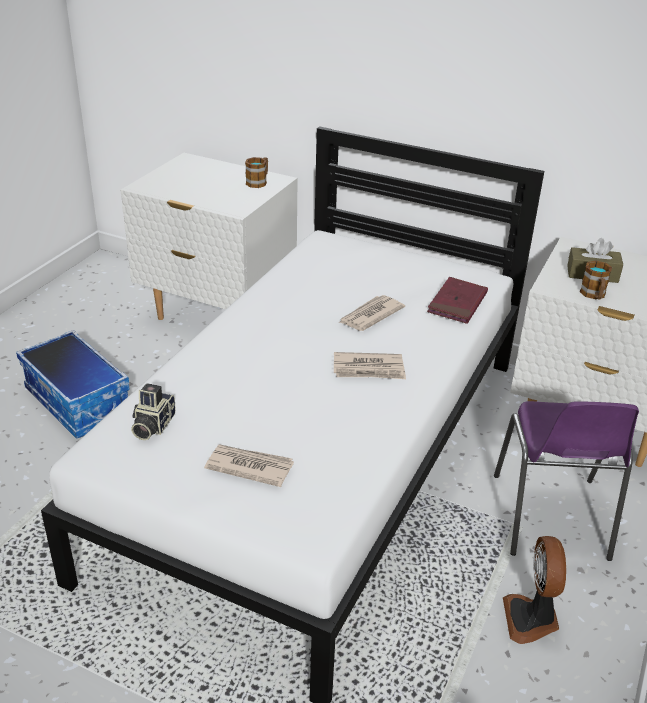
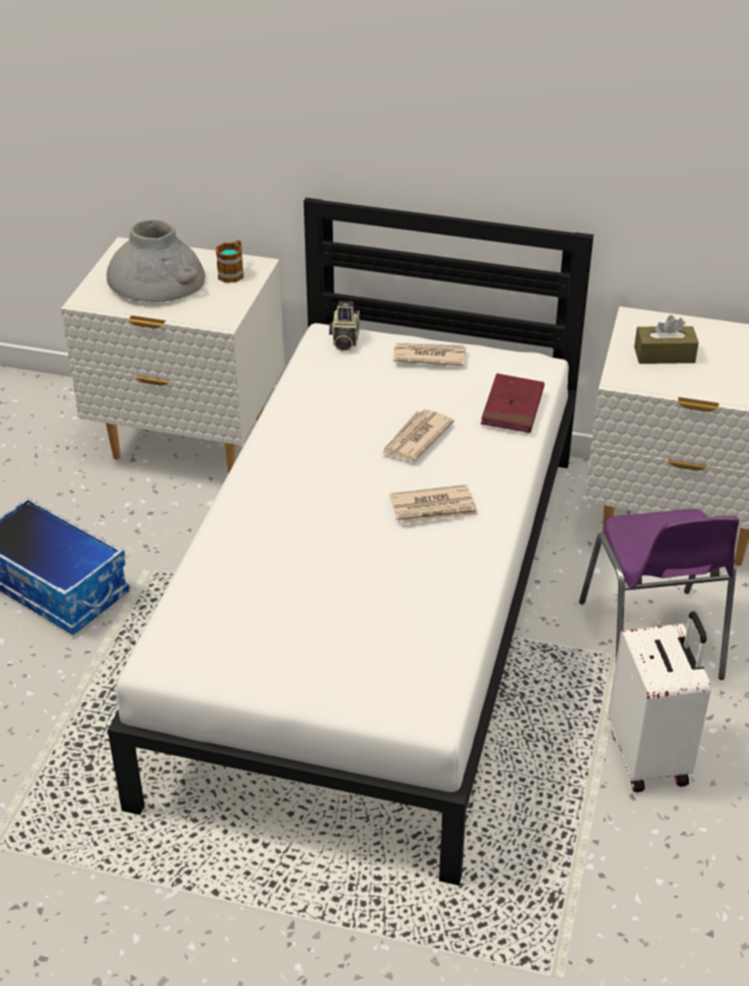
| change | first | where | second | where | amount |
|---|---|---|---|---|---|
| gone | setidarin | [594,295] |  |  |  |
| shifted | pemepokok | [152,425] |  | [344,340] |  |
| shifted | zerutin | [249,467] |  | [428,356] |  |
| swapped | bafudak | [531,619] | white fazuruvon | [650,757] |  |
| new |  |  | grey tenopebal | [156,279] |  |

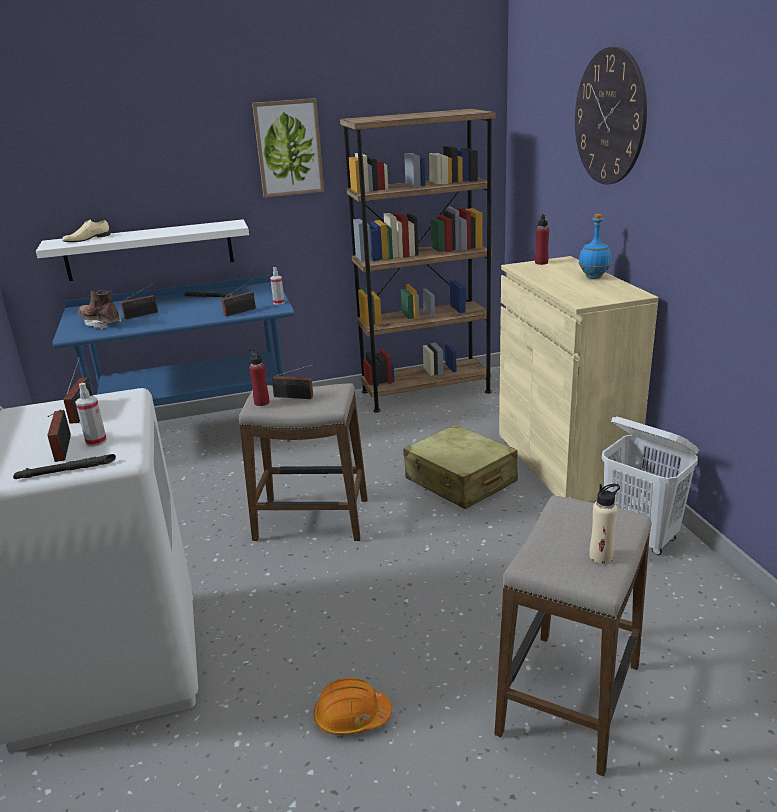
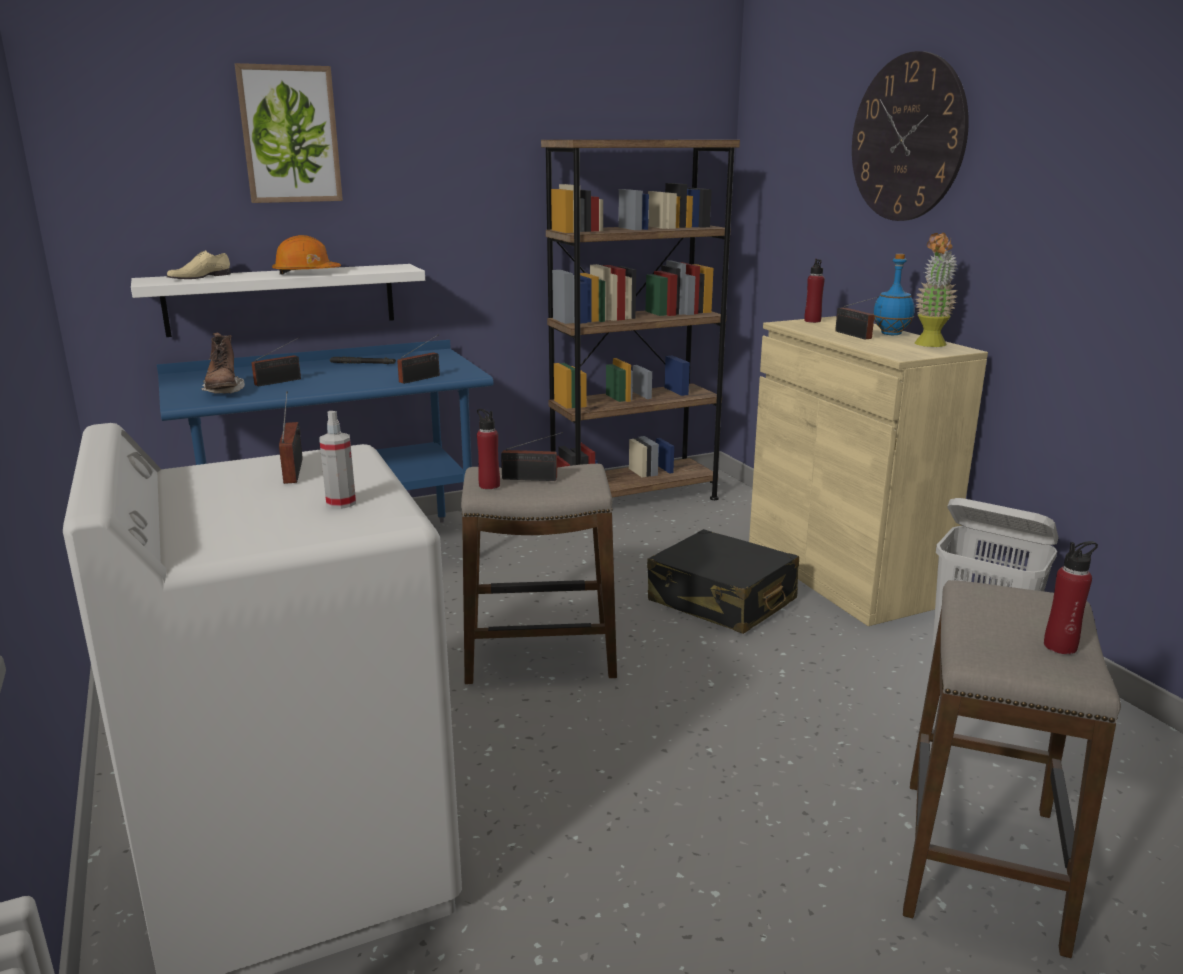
| change | first | where | second | where | amount |
|---|---|---|---|---|---|
| shifted | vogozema | [288,148] |  | [290,135] |  |
| gone | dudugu | [279,302] |  |  |  |
| rotated | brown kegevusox | [101,324] |  | [223,391] | 135 degrees counterclockwise |
| shifted | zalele | [62,450] |  | [854,335] |  |
| repainted | beige fazuruvon | [460,481] | black fazuruvon | [721,601] |  |
| gone | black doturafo | [66,470] |  |  |  |
| repainted | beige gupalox | [601,556] | red gupalox | [1060,646] |  |
| shifted | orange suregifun | [351,717] |  | [306,273] |  |
| new |  |  | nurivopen | [929,345] |  |

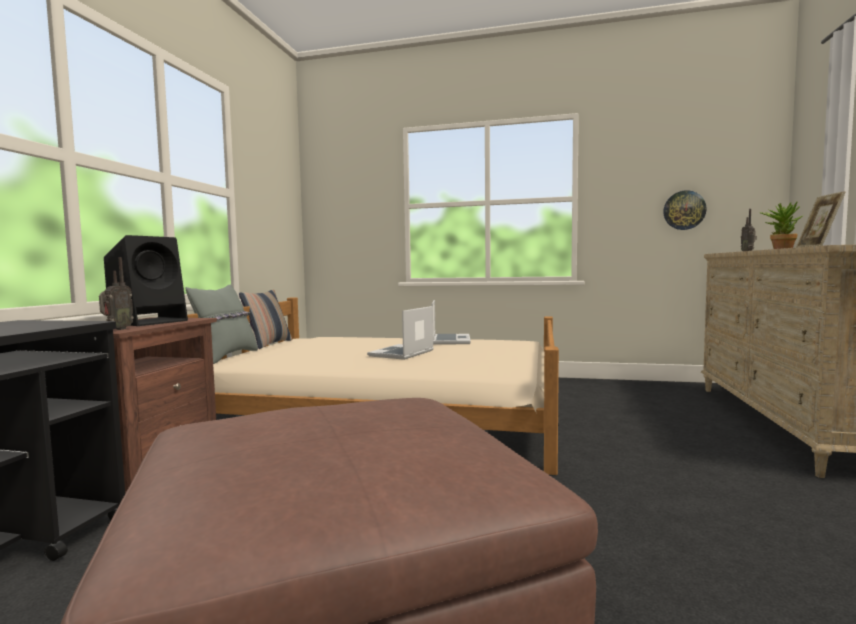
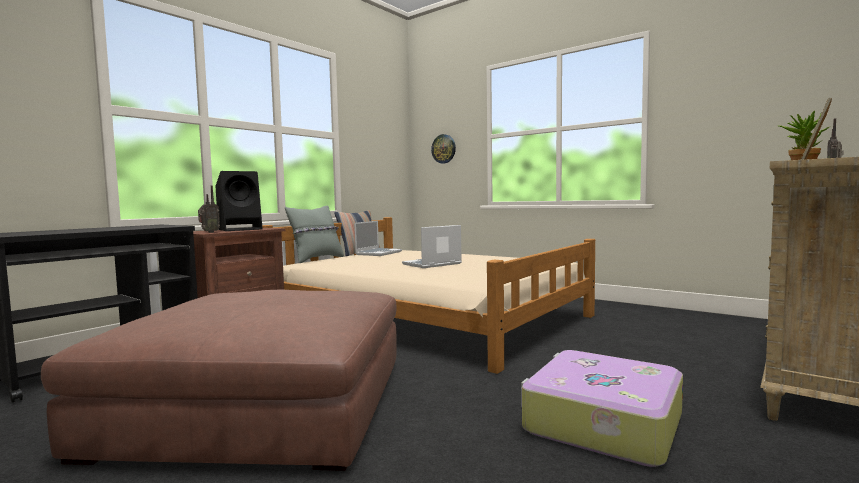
| change | first | where | second | where | amount |
|---|---|---|---|---|---|
| shifted | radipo | [684,210] |  | [443,149] |  |
| shifted | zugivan | [450,340] |  | [378,253] |  |
| new |  |  | fazuruvon | [600,423] |  |

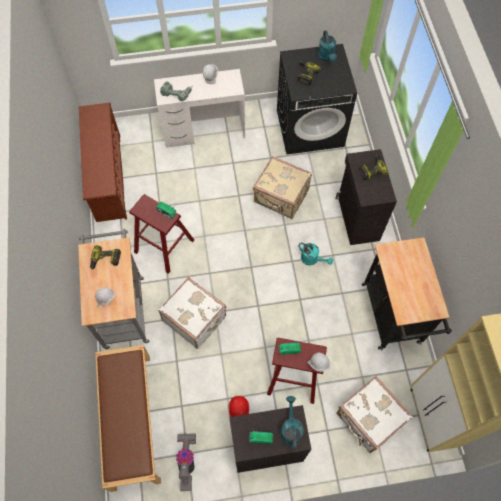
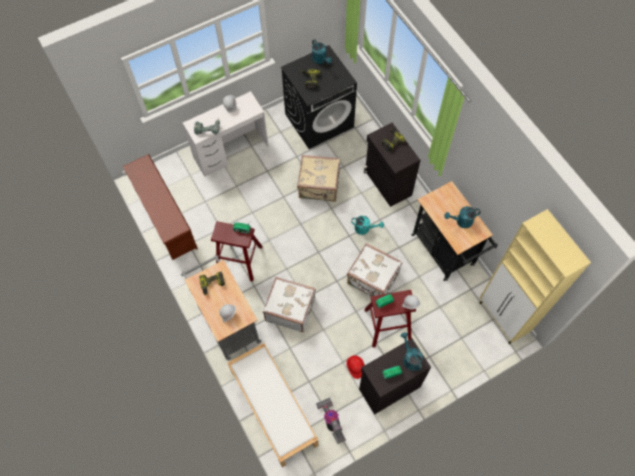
| change | first | where | second | where | amount |
|---|---|---|---|---|---|
| repainted | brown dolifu | [130,420] | white dolifu | [273,407] |  |
| shifted | white fazuruvon | [368,419] |  | [372,279] |  |
| new |  |  | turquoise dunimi | [461,221] |  |

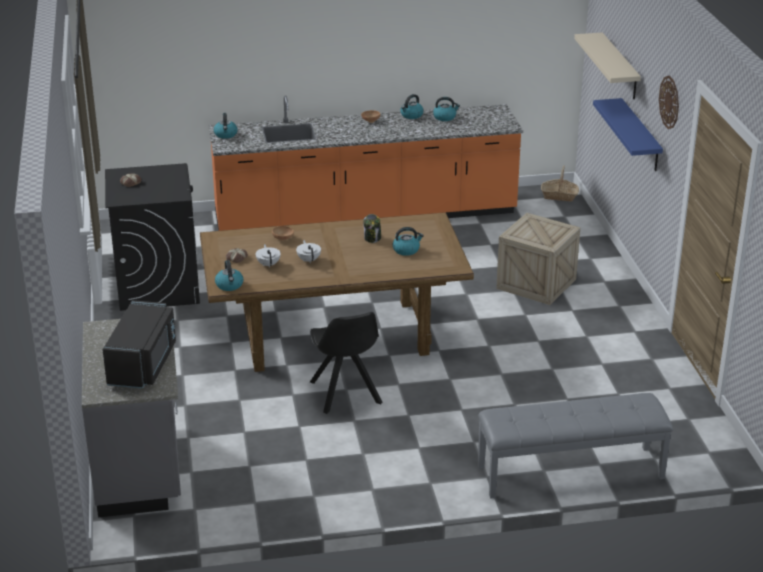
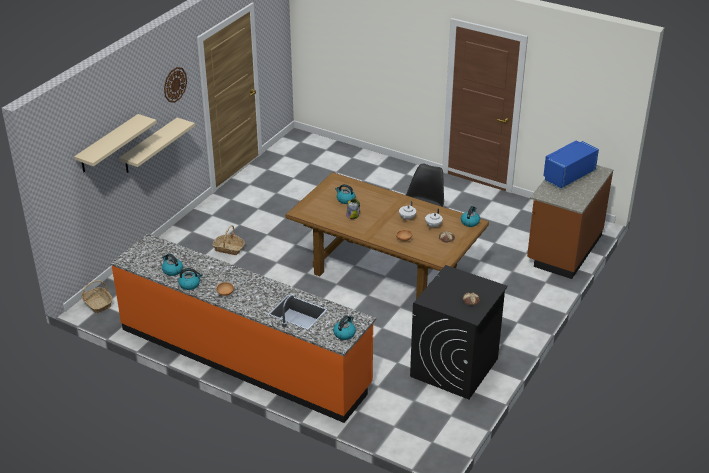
| change | first | where | second | where | amount |
|---|---|---|---|---|---|
| repainted | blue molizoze | [640,135] | beige molizoze | [149,146] |  |
| swapped | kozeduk | [536,284] | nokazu | [229,249] |  |
| repainted | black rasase | [144,364] | blue rasase | [567,175] |  |
| repainted | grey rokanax | [140,467] | brown rokanax | [563,249] |  |
| gone | grey dolifu | [570,472] |  |  |  |

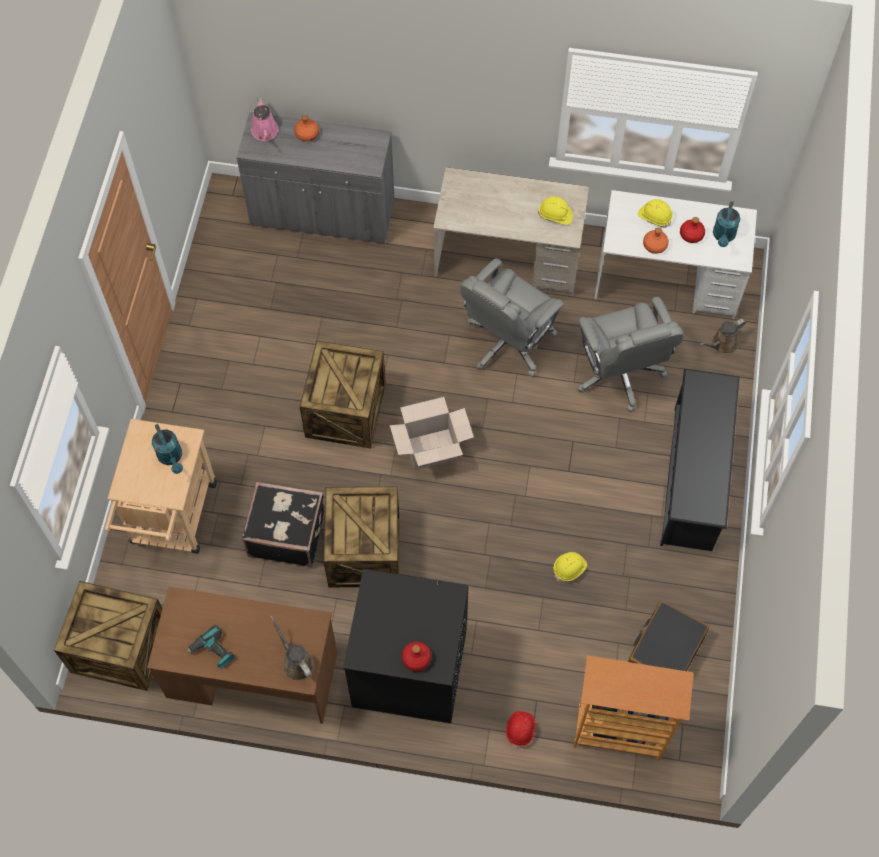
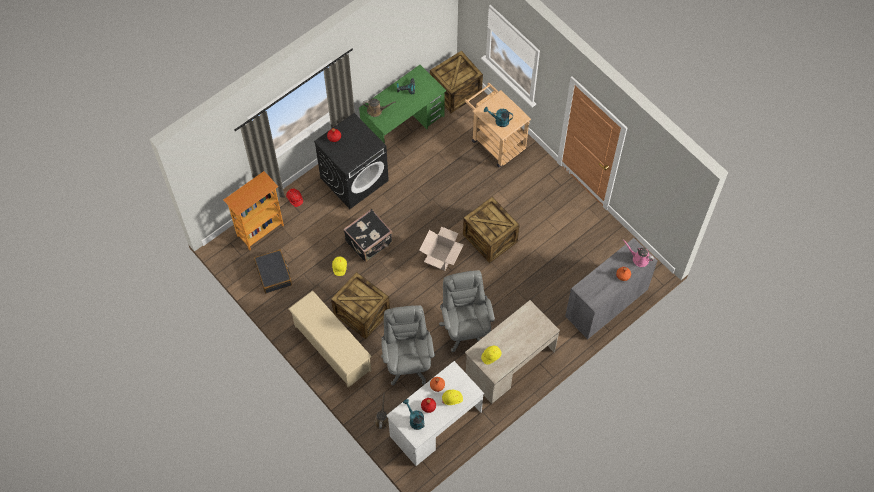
| change | first | where | second | where | amount |
|---|---|---|---|---|---|
| rotated | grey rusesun | [619,374] |  | [408,361] | 60 degrees clockwise |
| repainted | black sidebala | [693,478] | beige sidebala | [332,348] |  |
| shifted | black fazuruvon | [286,532] |  | [369,242] |  |
| shifted | kozeduk | [363,550] |  | [362,313] |  |
| repainted | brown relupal | [252,674] | green relupal | [403,126] |  |

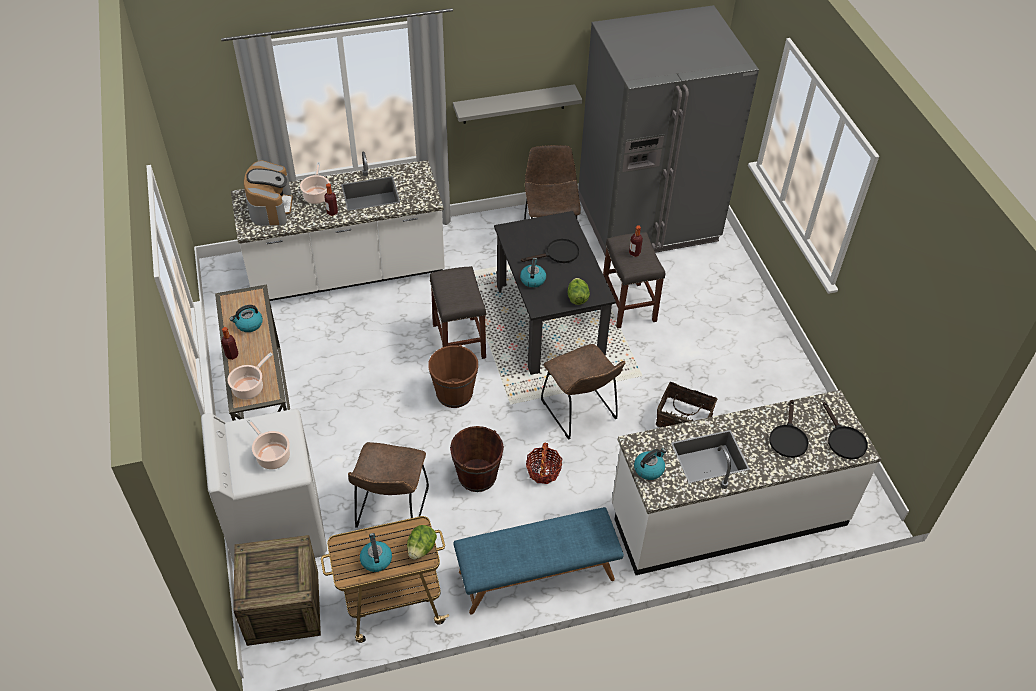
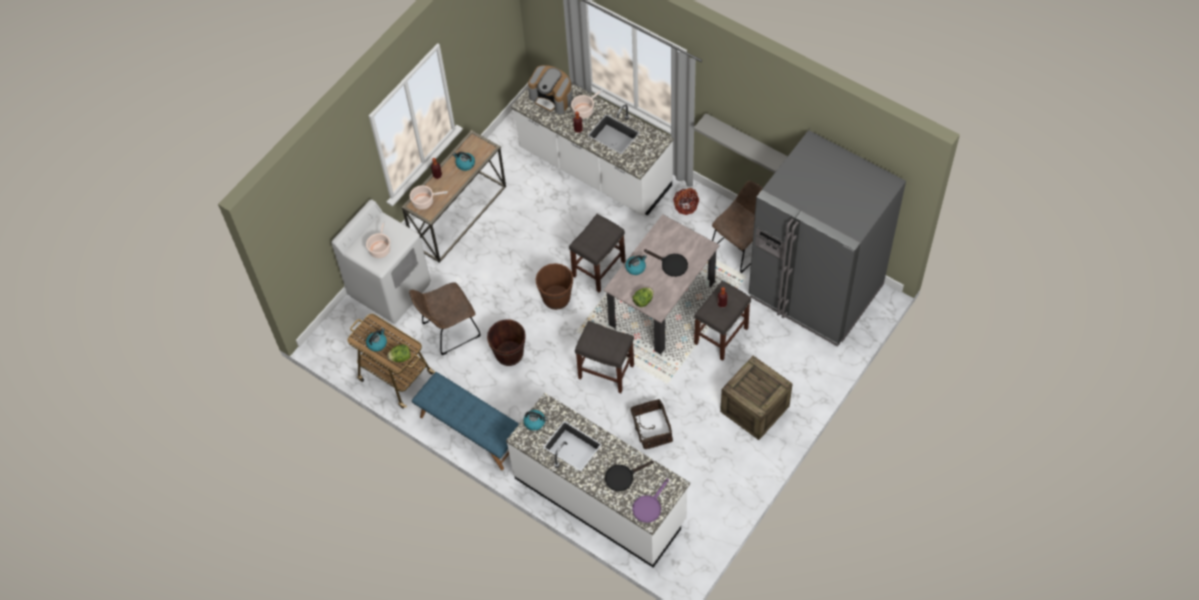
| change | first | where | second | where | amount |
|---|---|---|---|---|---|
| rotated | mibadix | [270,206] |  | [552,98] | 75 degrees clockwise |
| repainted | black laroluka | [549,322] | beige laroluka | [662,303] |  |
| swapped | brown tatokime | [580,412] | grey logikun | [605,371] |  |
| repainted | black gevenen | [843,440] | purple gevenen | [649,506] |  |
| shifted | nokazu | [543,471] |  | [686,206] |  |
| shifted | kozeduk | [283,607] |  | [754,409] |  |

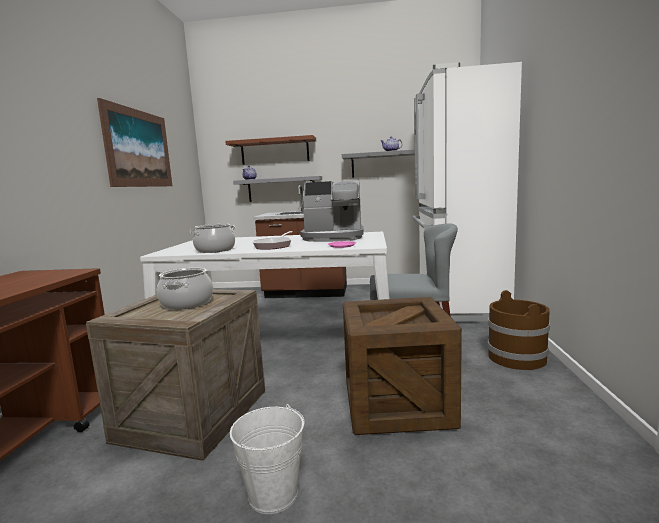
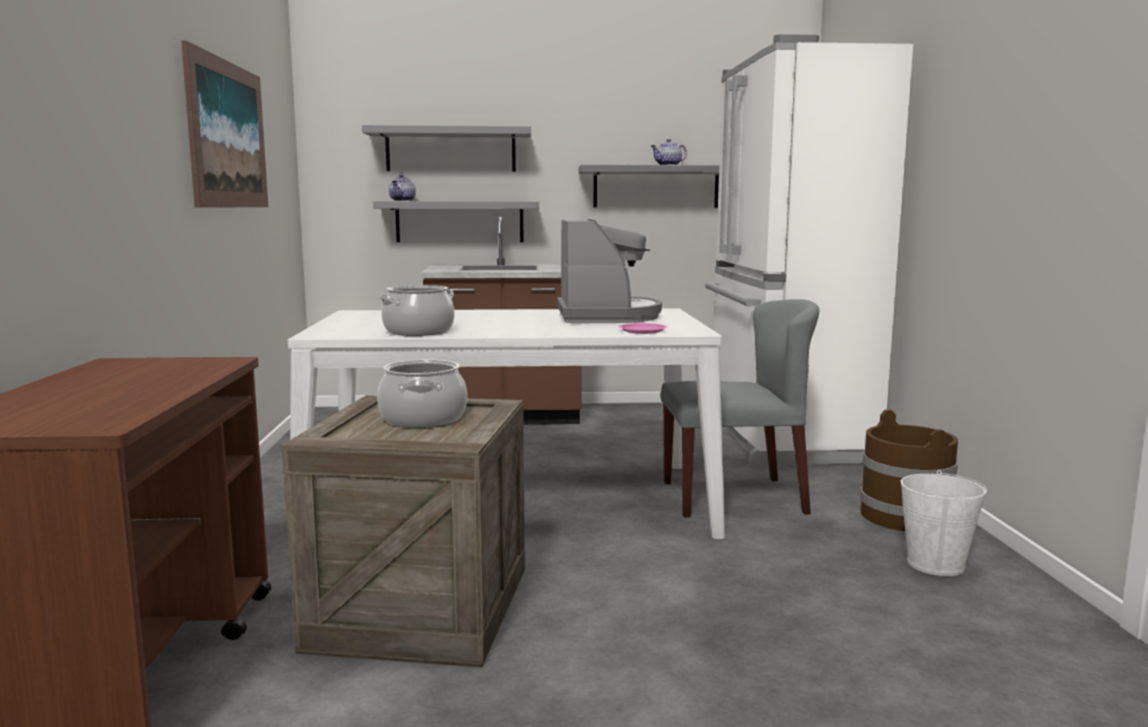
| change | first | where | second | where | amount |
|---|---|---|---|---|---|
| repainted | brown molizoze | [275,151] | grey molizoze | [451,150] |  |
| rotated | mibadix | [333,237] |  | [606,316] | 90 degrees counterclockwise |
| gone | gevenen | [274,246] |  |  |  |
| gone | kozeduk | [397,404] |  |  |  |
| shifted | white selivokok | [272,494] |  | [935,564] |  |

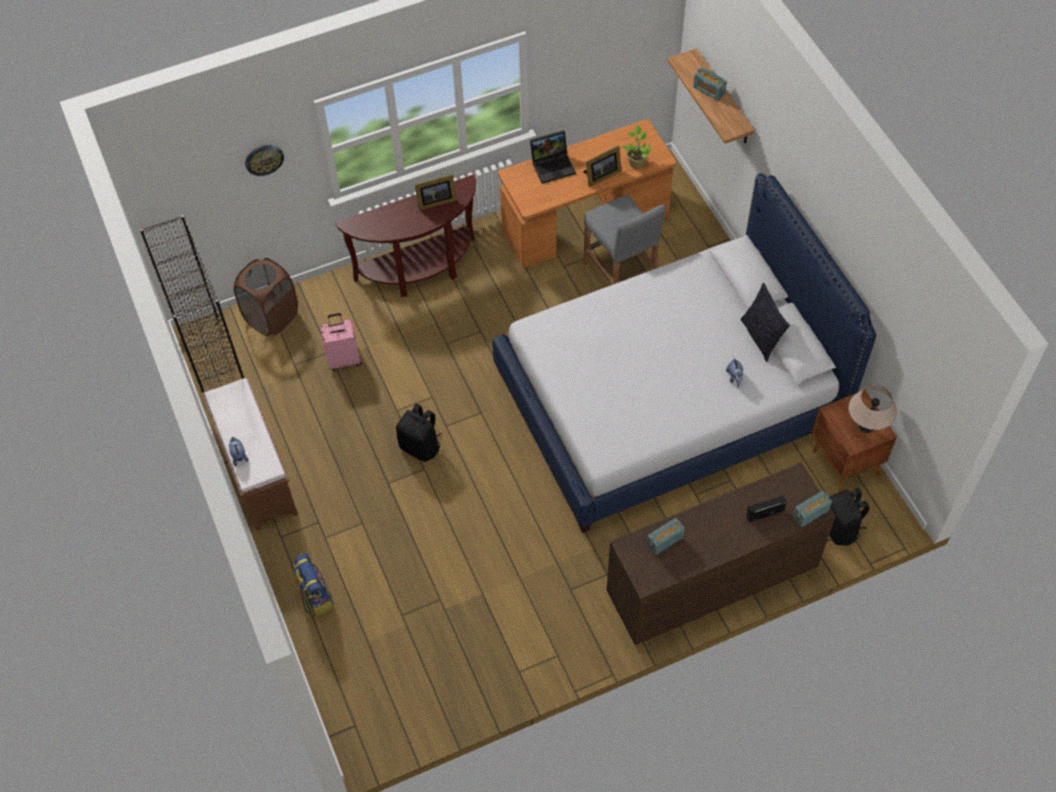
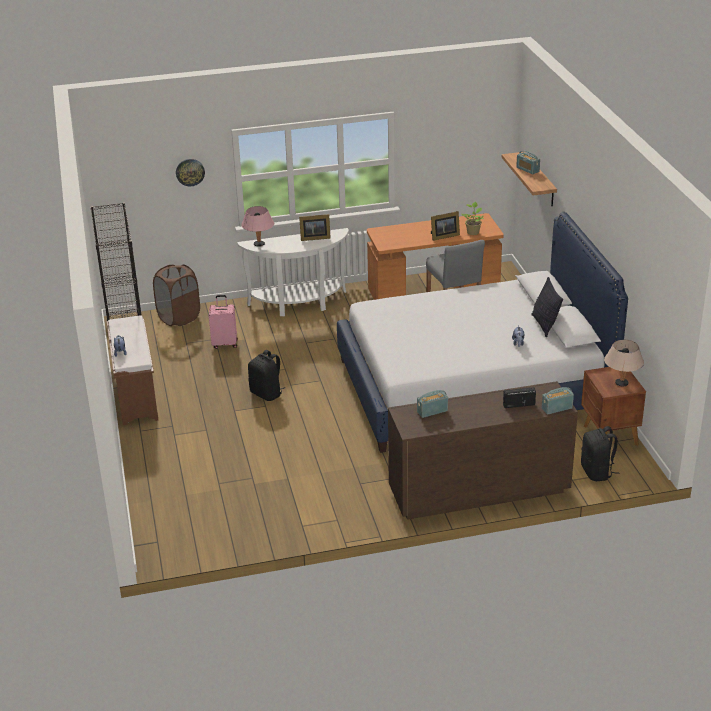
| change | first | where | second | where | amount |
|---|---|---|---|---|---|
| gone | zugivan | [553,165] |  |  |  |
| repainted | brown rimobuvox | [420,270] | white rimobuvox | [299,304] |  |
| gone | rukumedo | [315,597] |  |  |  |
| new |  |  | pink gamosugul | [259,244] |  |

